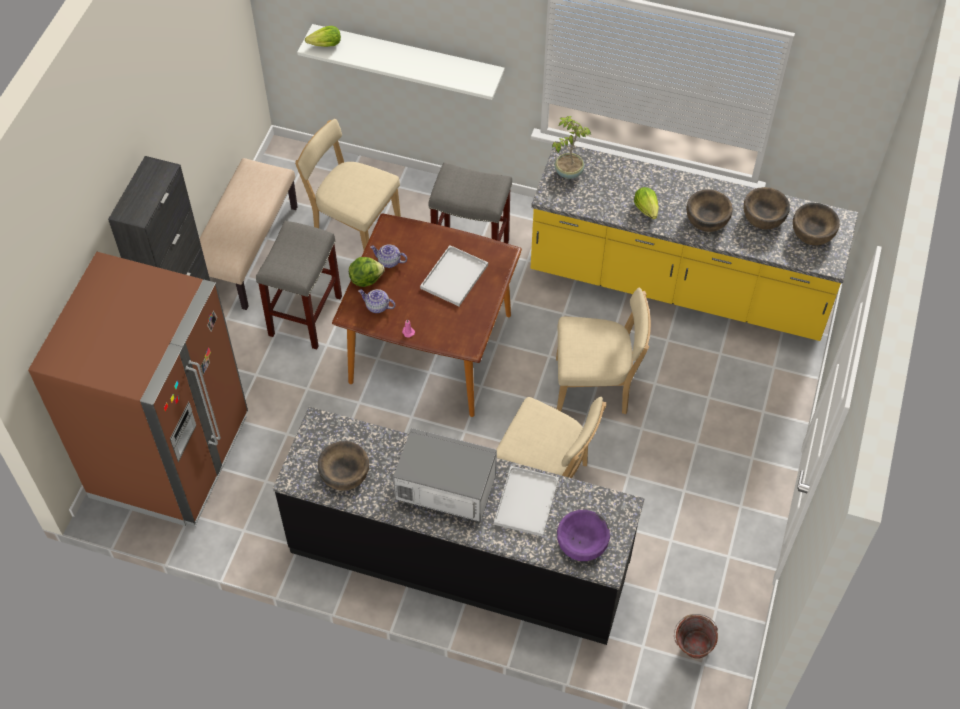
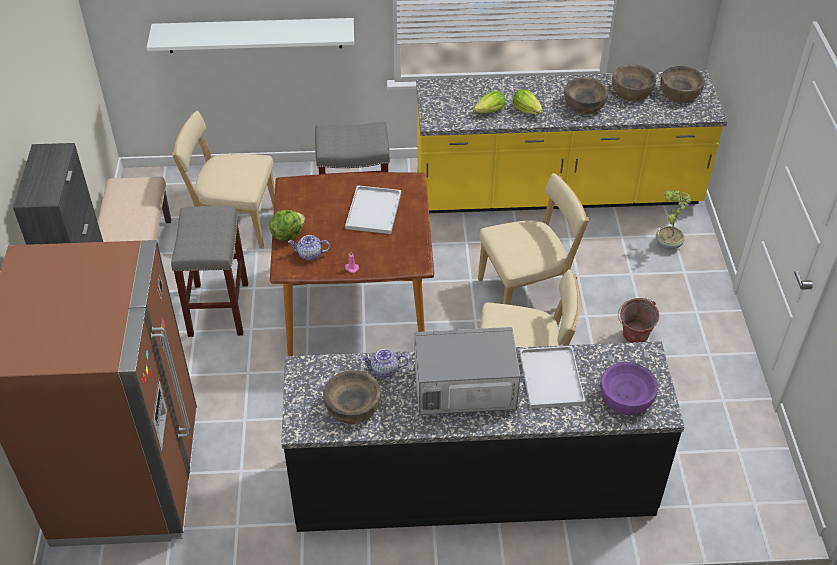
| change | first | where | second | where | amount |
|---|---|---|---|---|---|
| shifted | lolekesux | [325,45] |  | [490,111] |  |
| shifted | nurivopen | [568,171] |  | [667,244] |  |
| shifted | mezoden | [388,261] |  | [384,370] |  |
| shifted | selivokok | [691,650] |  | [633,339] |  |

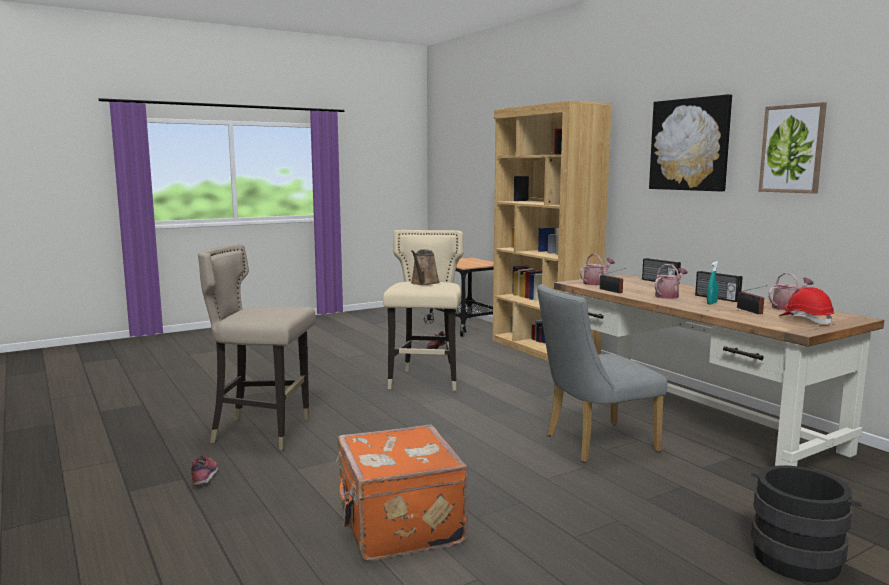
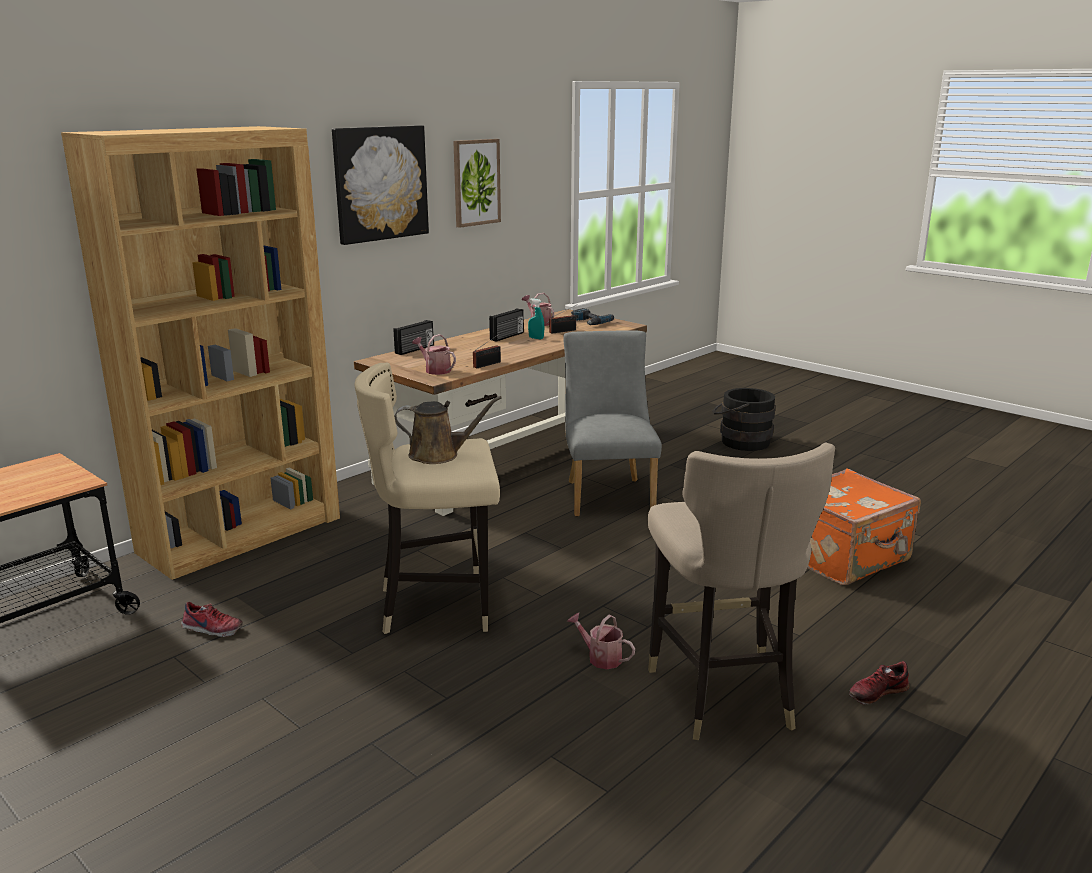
| change | first | where | second | where | amount |
|---|---|---|---|---|---|
| shifted | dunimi | [668,296] |  | [600,657] |  |
| rotated | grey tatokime | [593,444] |  | [607,494] | 150 degrees counterclockwise |
| swapped | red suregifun | [805,320] | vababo | [589,322] |  |

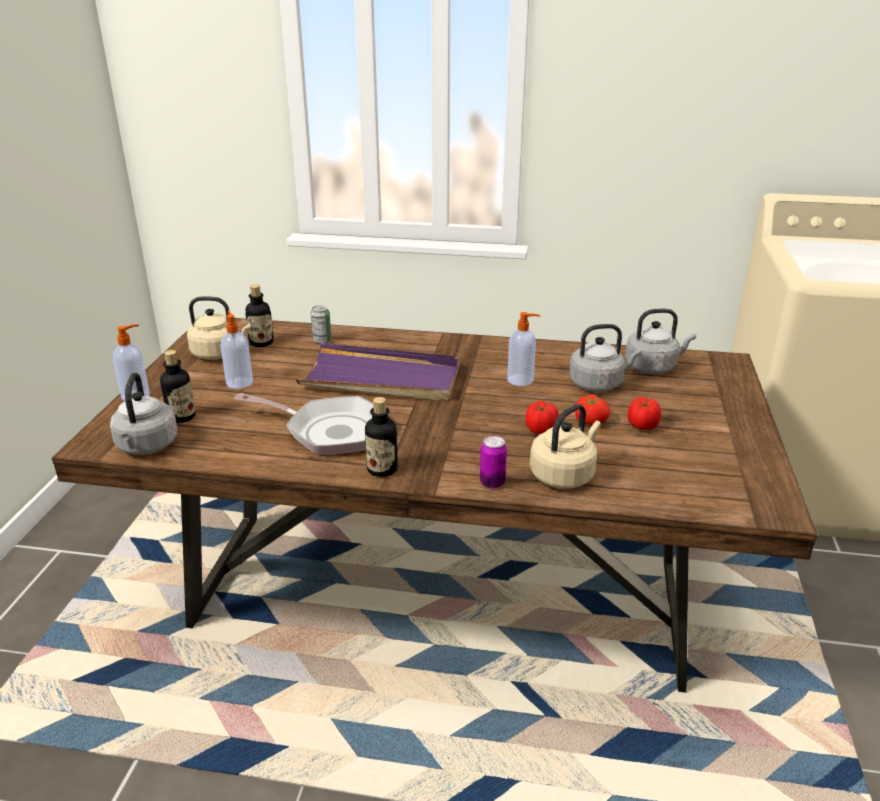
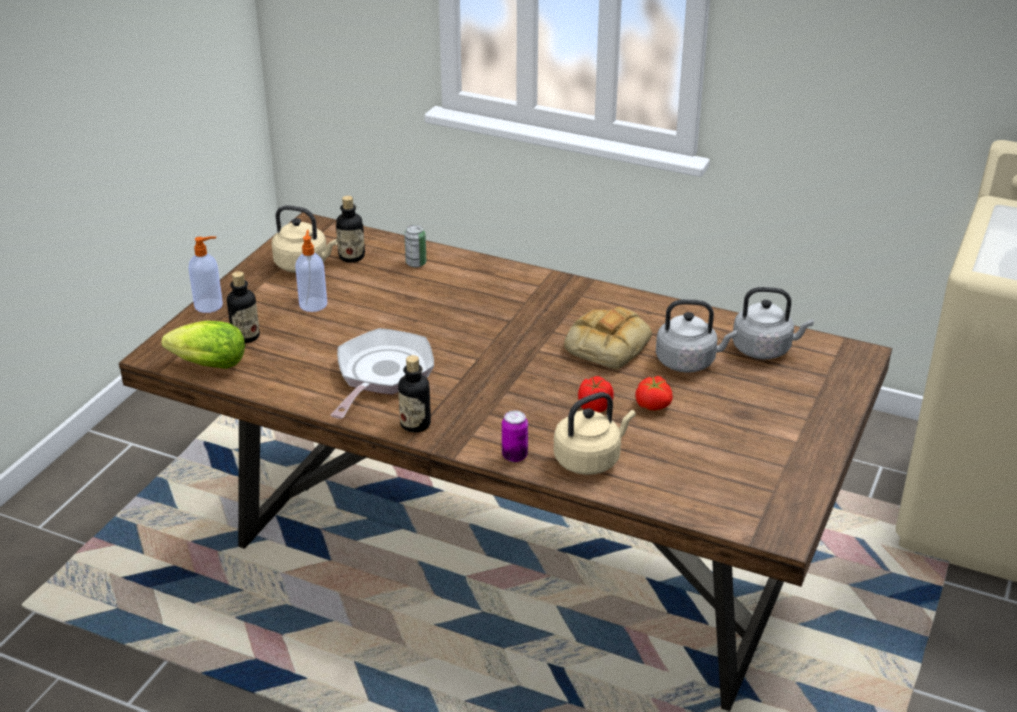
| change | first | where | second | where | amount |
|---|---|---|---|---|---|
| swapped | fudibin | [521,380] | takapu | [606,344] |  |
| gone | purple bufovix | [382,378] |  |  |  |
| swapped | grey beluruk | [147,447] | lolekesux | [205,365] |  |
| rotated | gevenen | [329,431] |  | [381,375] | 105 degrees counterclockwise |
| gone | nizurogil | [642,426] |  |  |  |

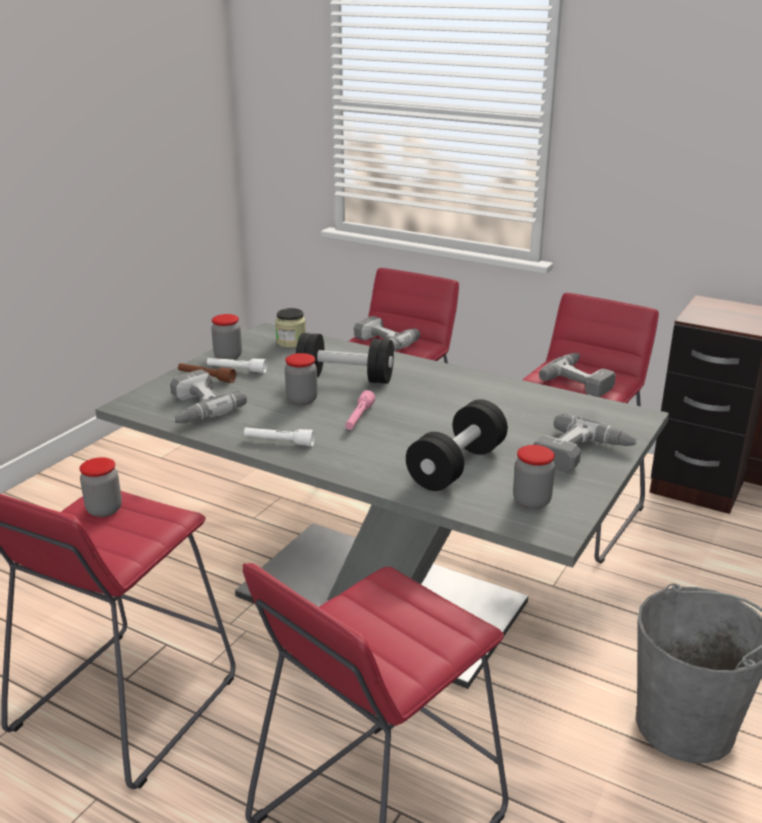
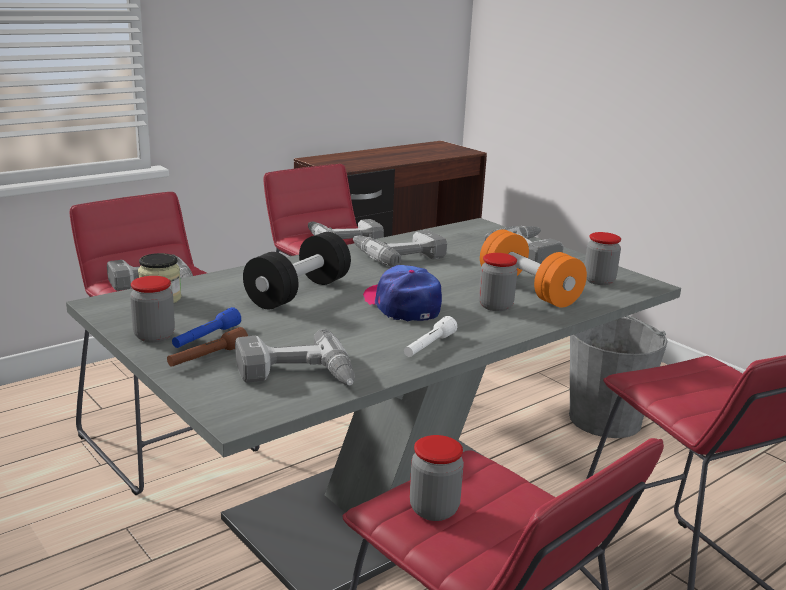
| change | first | where | second | where | amount |
|---|---|---|---|---|---|
| shifted | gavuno | [302,400] |  | [495,306] |  |
| repainted | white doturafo | [237,370] | blue doturafo | [206,337] |  |
| swapped | pink doturafo | [359,418] | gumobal | [402,304] |  |
| repainted | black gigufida | [457,466] | orange gigufida | [529,290] |  |
| new |  |  | vababo | [397,254] |  |

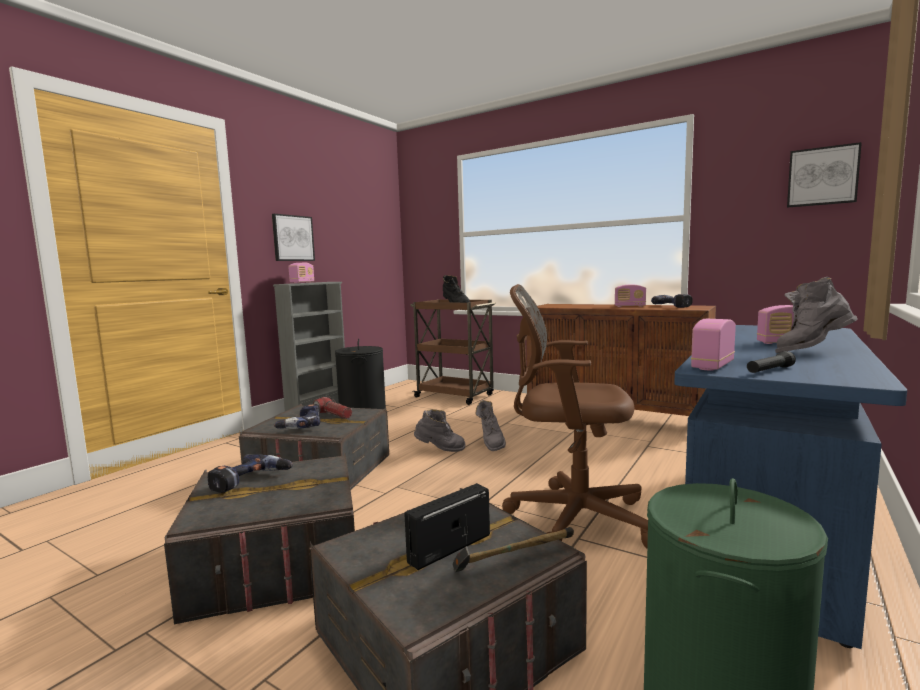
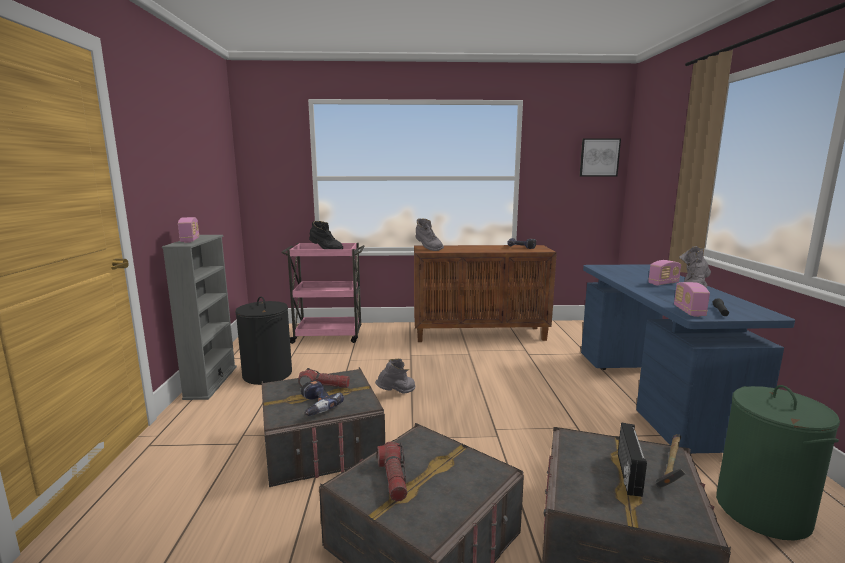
| change | first | where | second | where | amount |
|---|---|---|---|---|---|
| gone | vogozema | [292,238] |  |  |  |
| gone | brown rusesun | [572,517] |  |  |  |
| gone | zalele | [629,306] |  |  |  |
| repainted | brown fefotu | [455,396] | pink fefotu | [329,336] |  |
| shifted | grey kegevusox | [491,443] |  | [428,249] |  |
| swapped | vababo | [251,482] | doturafo | [393,478] |  |

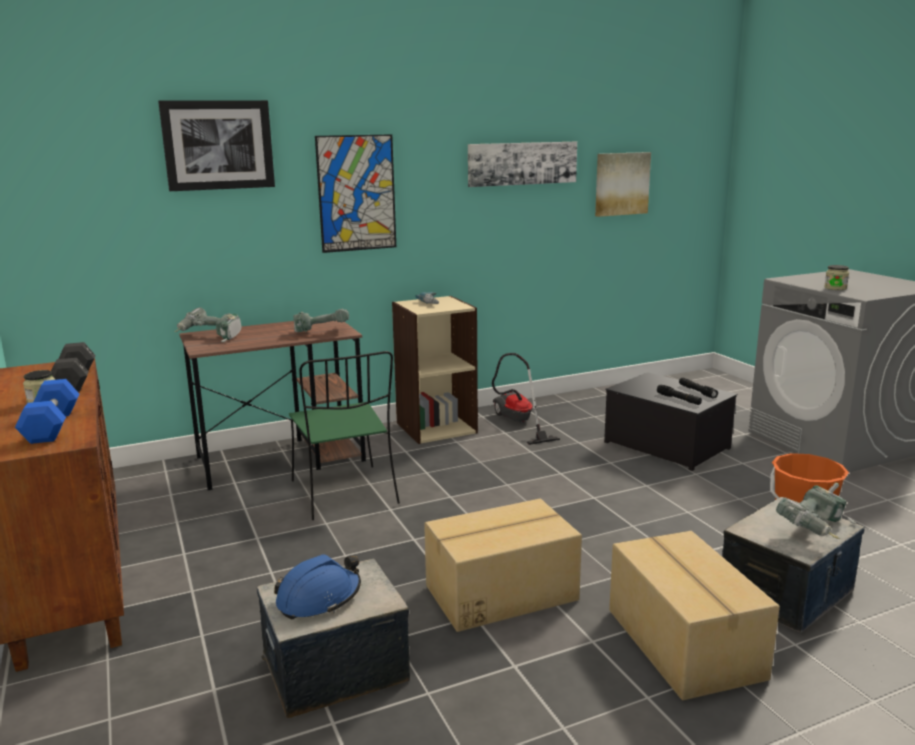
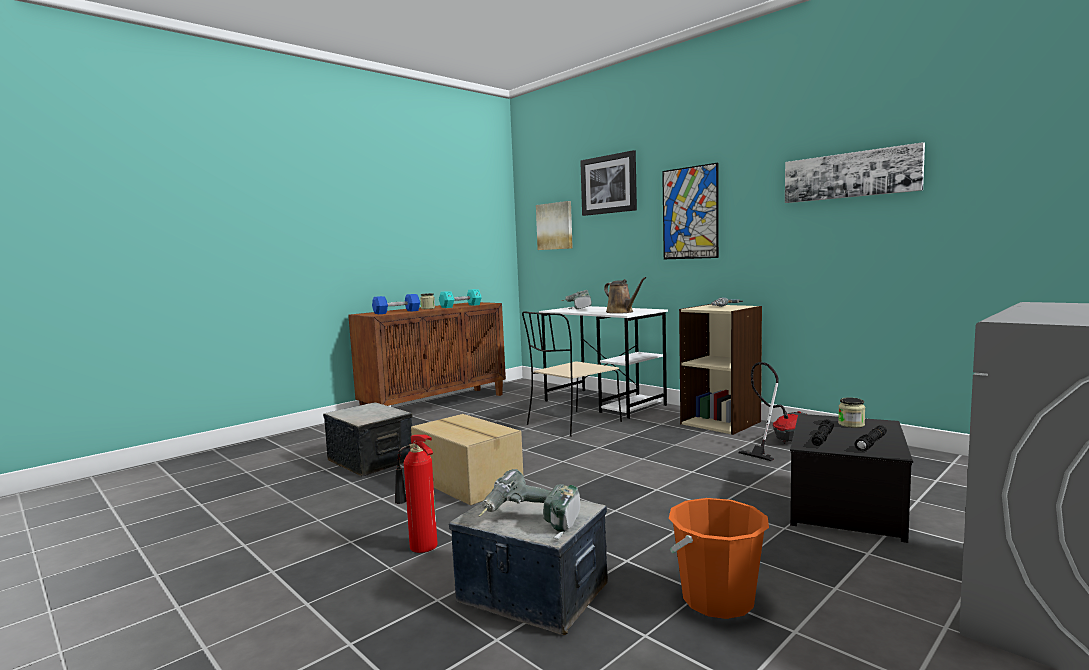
| change | first | where | second | where | amount |
|---|---|---|---|---|---|
| shifted | vogozema | [621,184] |  | [555,226] |  |
| shifted | gavuno | [835,288] |  | [851,424] |  |
| swapped | vababo | [322,331] | brown dunimi | [621,312] |  |
| repainted | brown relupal | [282,459] | white relupal | [604,403] |  |
| repainted | black gigufida | [74,381] | turquoise gigufida | [460,306] |  |
| repainted | green tatokime | [345,493] | beige tatokime | [572,424] |  |
| swapped | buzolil | [682,644] | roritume | [422,548] |  |
| gone | blue suregifun | [319,598] |  |  |  |

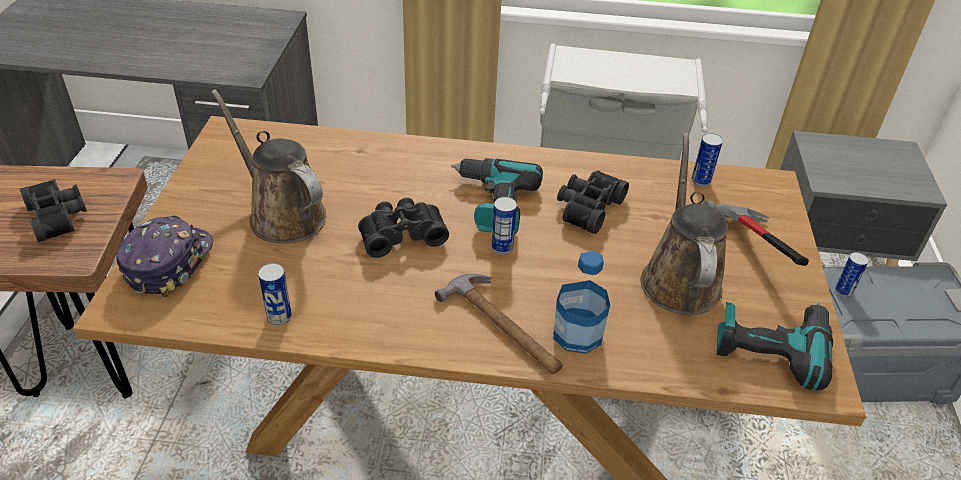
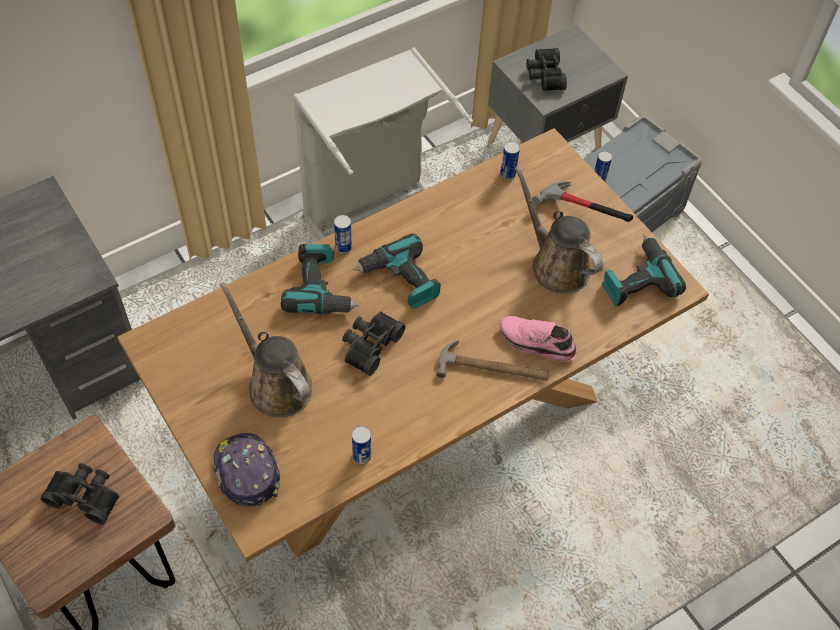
| change | first | where | second | where | amount |
|---|---|---|---|---|---|
| rotated | brown dunimi | [282,214] |  | [276,383] | 45 degrees clockwise |
| shifted | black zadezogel | [587,207] |  | [544,75] |  |
| shifted | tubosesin | [502,248] |  | [343,247] |  |
| swapped | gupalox | [577,334] | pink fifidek | [535,344] |  |
| new |  |  | vababo | [321,289] |  |

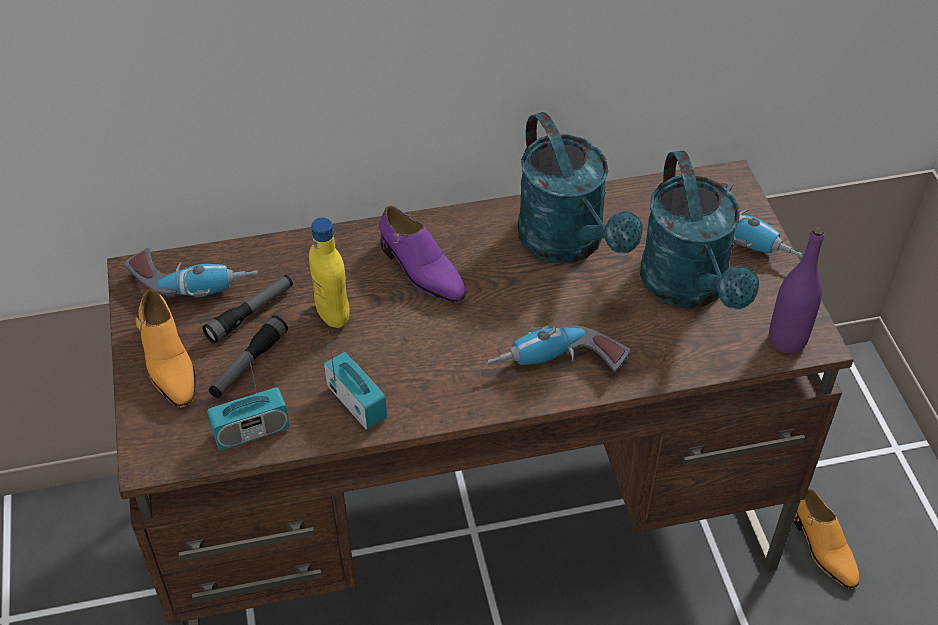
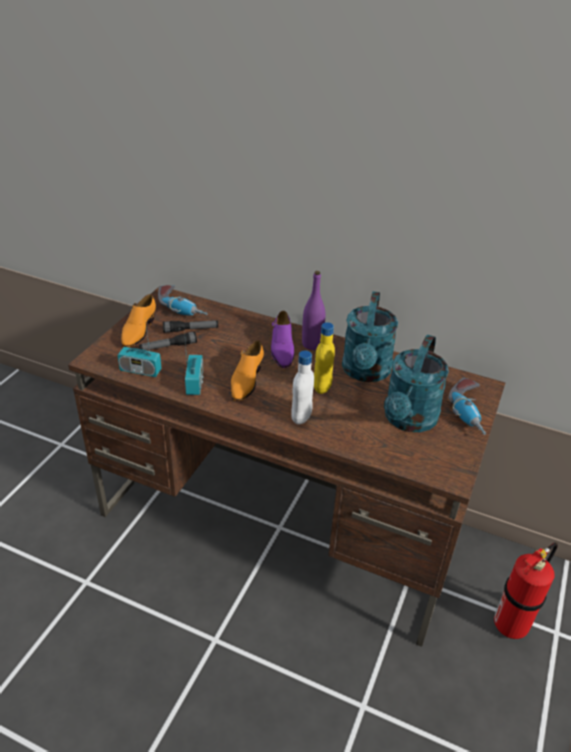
| change | first | where | second | where | amount |
|---|---|---|---|---|---|
| shifted | yellow gupalox | [333,314] |  | [322,387] |  |
| shifted | purple gupalox | [787,340] |  | [312,344] |  |
| swapped | vababo | [557,366] | white gupalox | [301,417] |  |
| shifted | orange fifidek | [823,548] |  | [246,380] |  |
| new |  |  | roritume | [512,624] |  |

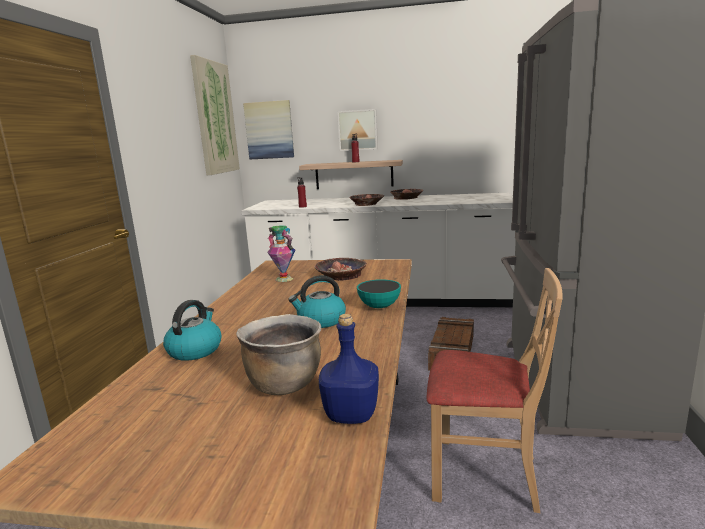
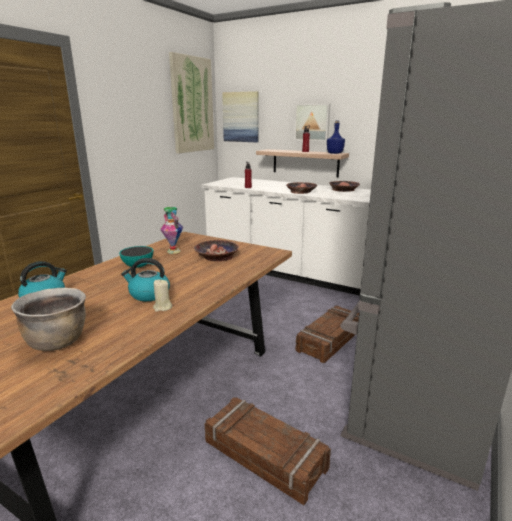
| change | first | where | second | where | amount |
|---|---|---|---|---|---|
| swapped | beige tatokime | [484,474] | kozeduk | [264,455] |  |
| shifted | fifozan | [379,307] |  | [138,266] |  |
| shifted | blue gupalox | [352,414] |  | [335,153] |  |
| new |  |  | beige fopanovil | [162,307] |  |

